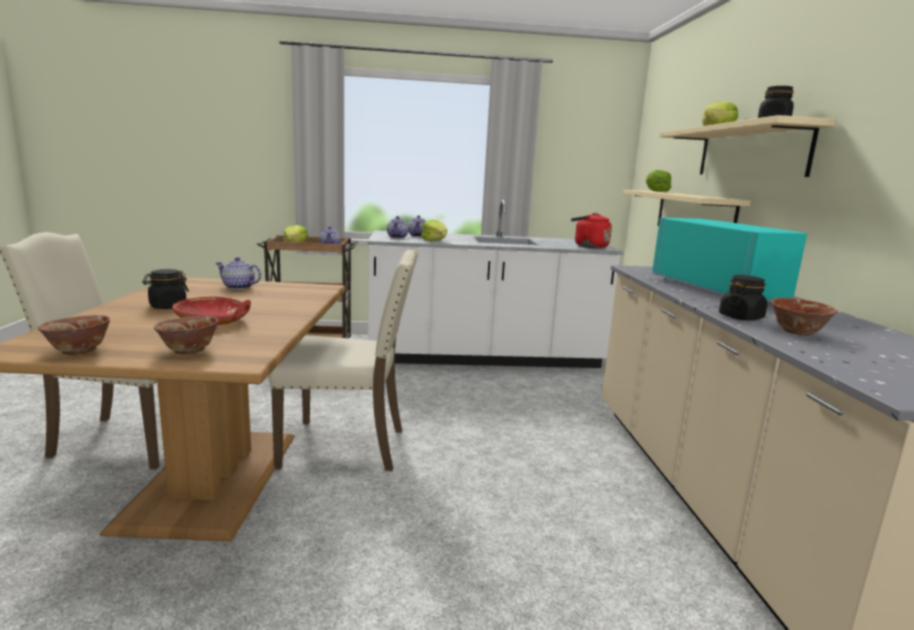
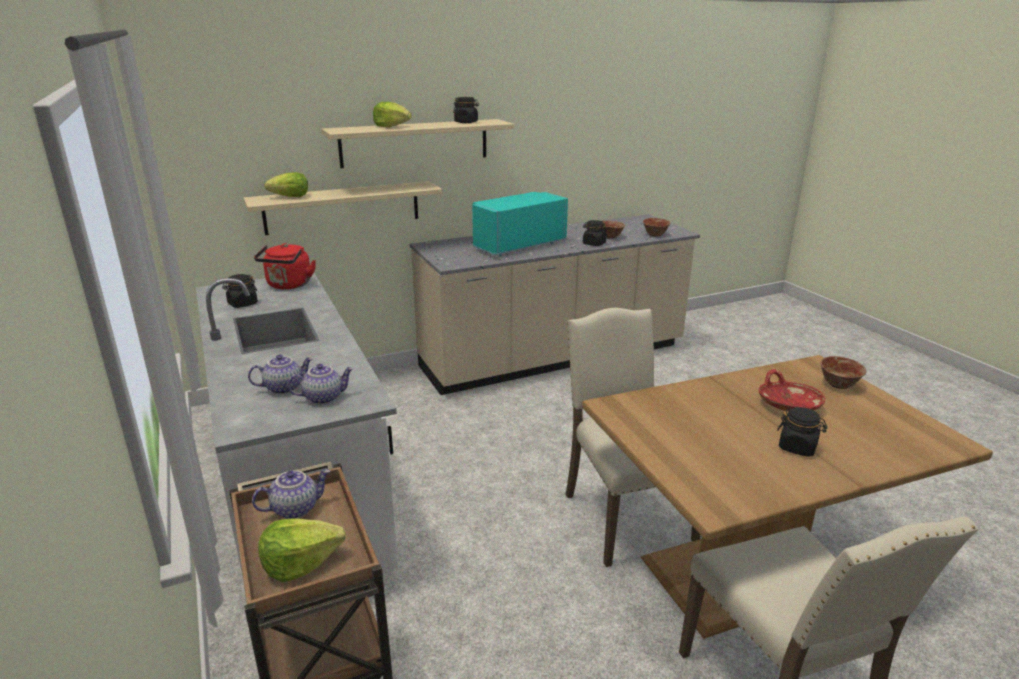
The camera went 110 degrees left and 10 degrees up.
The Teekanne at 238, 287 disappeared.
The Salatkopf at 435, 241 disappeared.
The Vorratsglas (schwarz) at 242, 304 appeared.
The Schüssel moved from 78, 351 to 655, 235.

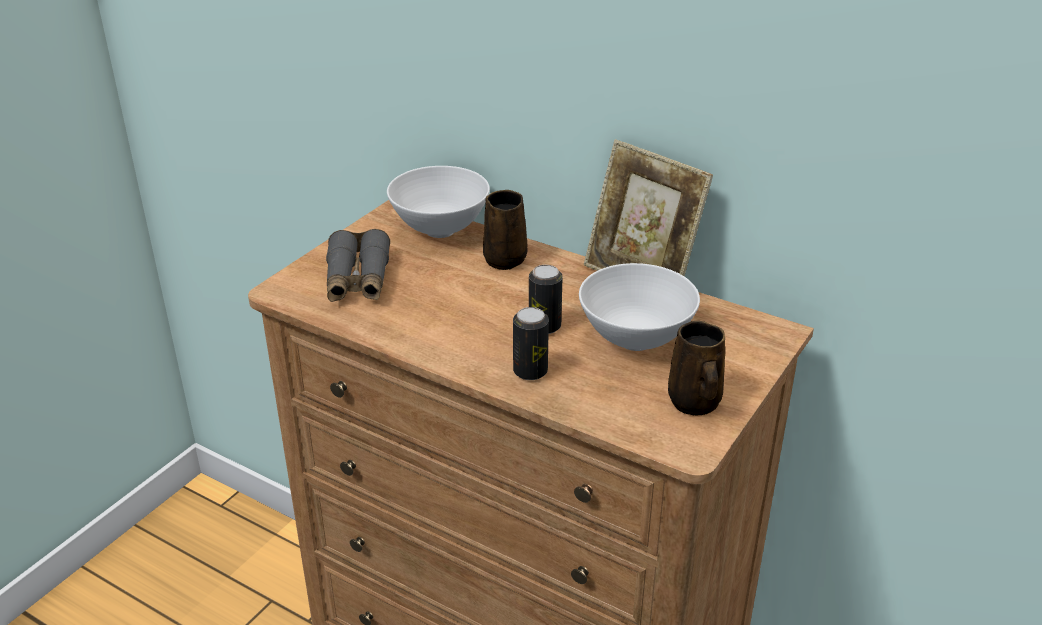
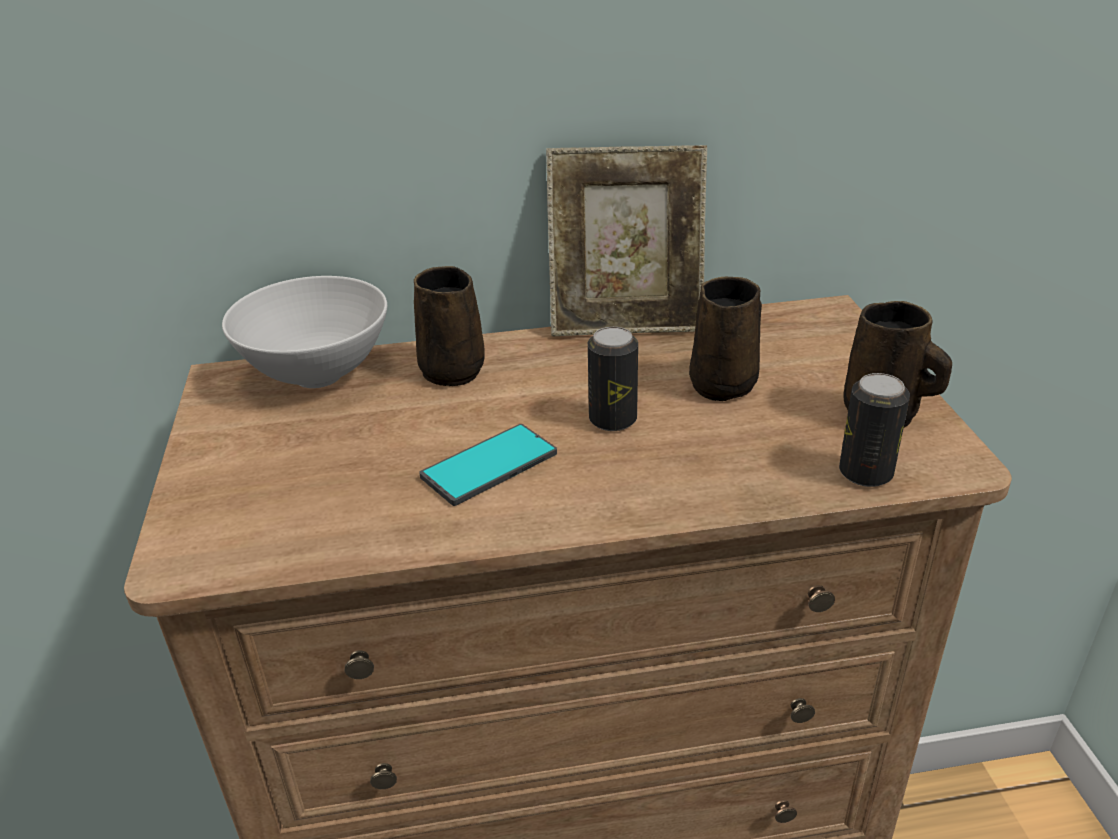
The camera went 40 degrees left and 0 degrees up.
The Fernglas (grau) at 357, 280 disappeared.
The Handy at 489, 465 appeared.
The Dose moved from 530, 371 to 865, 473.
The Schüssel (weiß) at 636, 340 was replaced by the Henkelbecher (braun) at 725, 384.

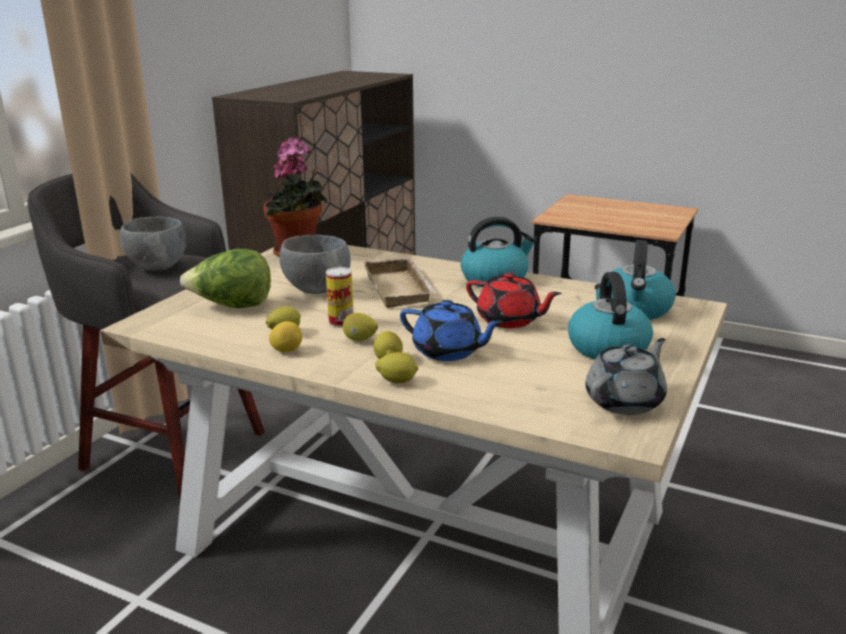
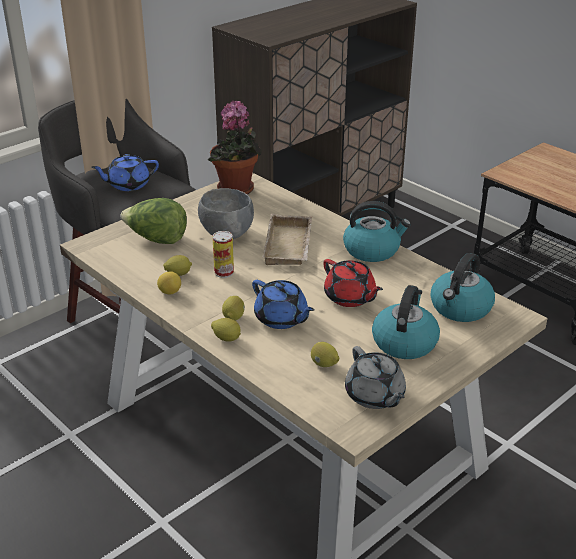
The camera went 20 degrees right and 10 degrees up.
The Zitrone moved from 359, 340 to 324, 364.
The Schüssel (grau) at 157, 267 was replaced by the Teekanne (blau) at 128, 185.
The Teekanne (grau) at 625, 401 turned 90 degrees clockwise.

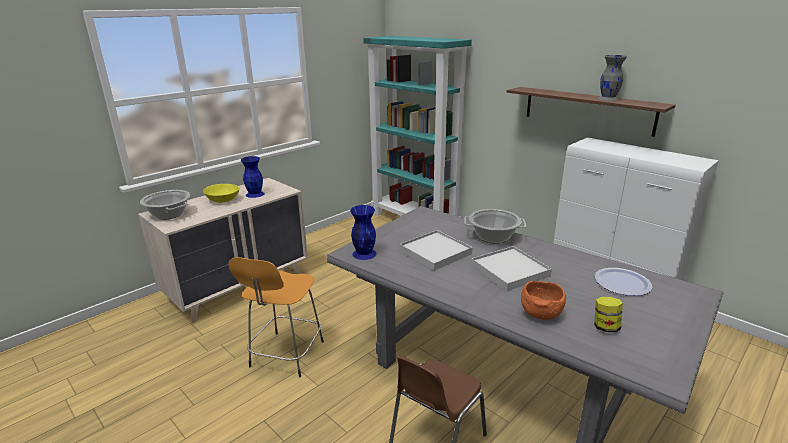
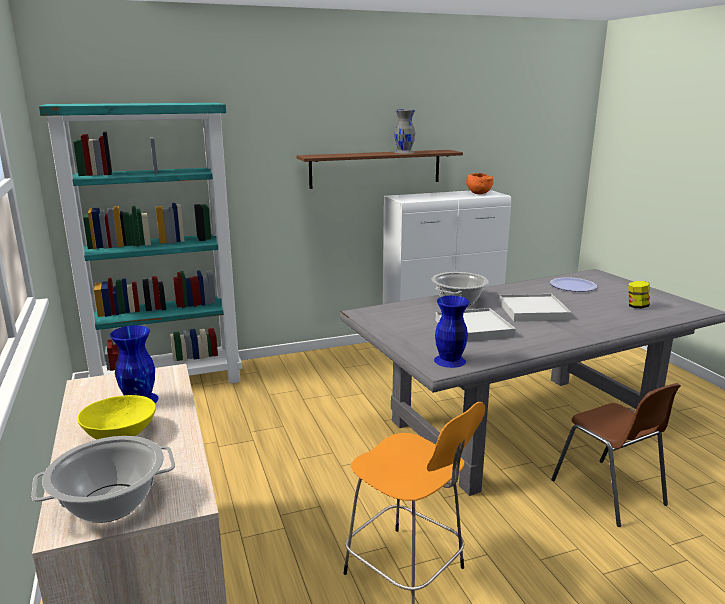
The camera went 65 degrees left and 5 degrees down.
The Schüssel (orange) moved from 540, 314 to 478, 193.

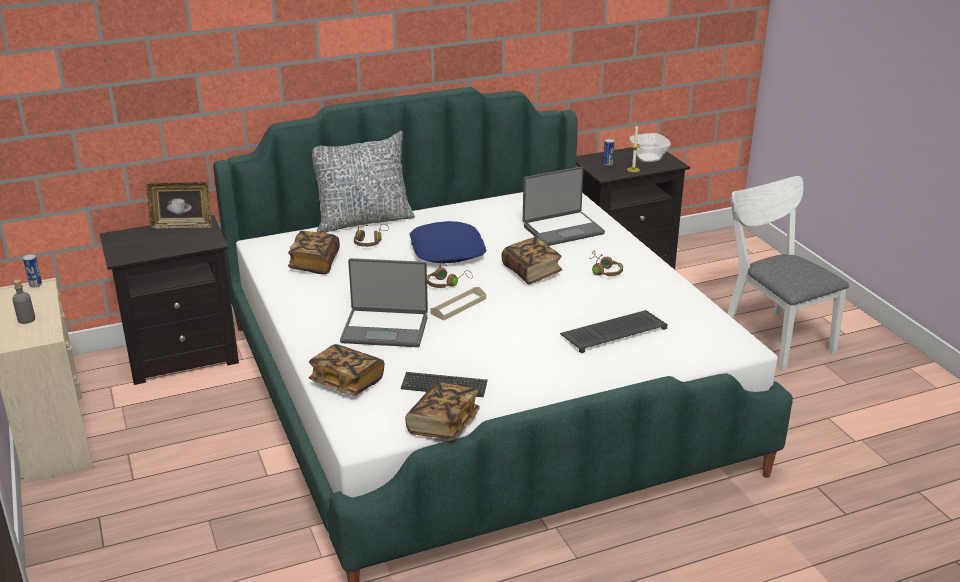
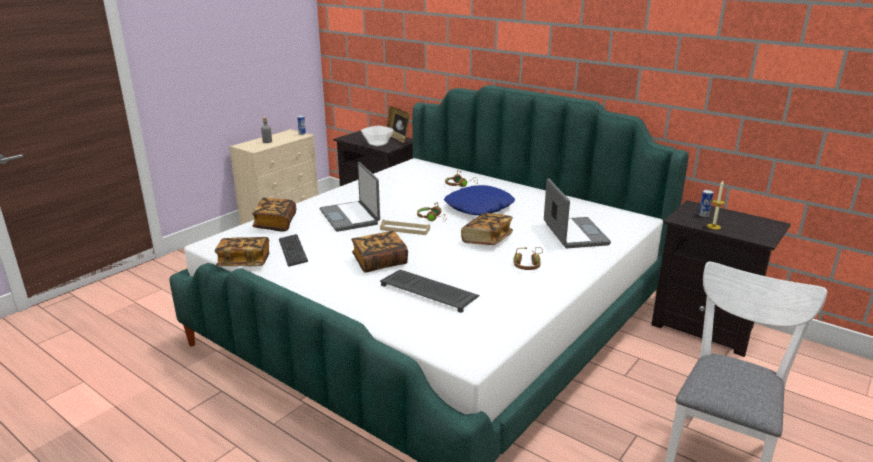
The camera went 60 degrees right and 5 degrees down.
The Kissen at 363, 220 disappeared.
The Buch moved from 315, 263 to 380, 262.
The Schüssel moved from 649, 158 to 377, 144.
The Laptop at 562, 229 turned 135 degrees counterclockwise.

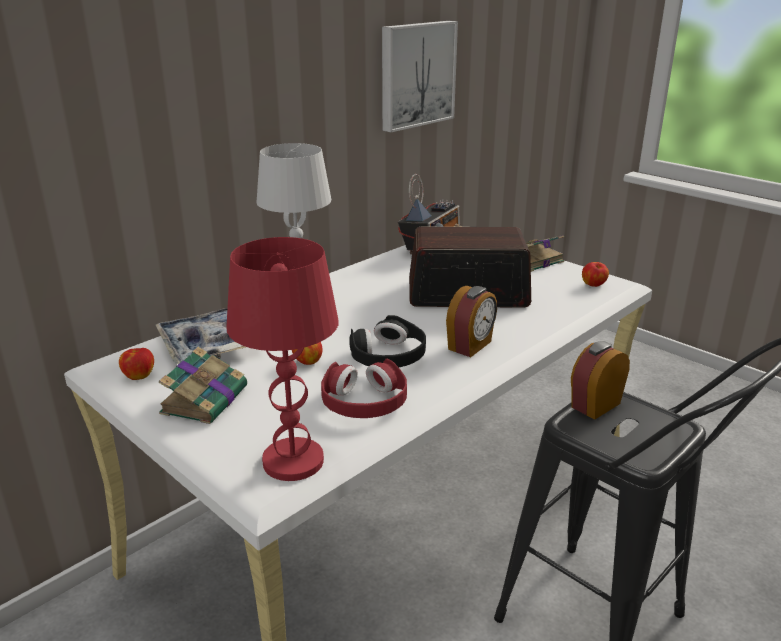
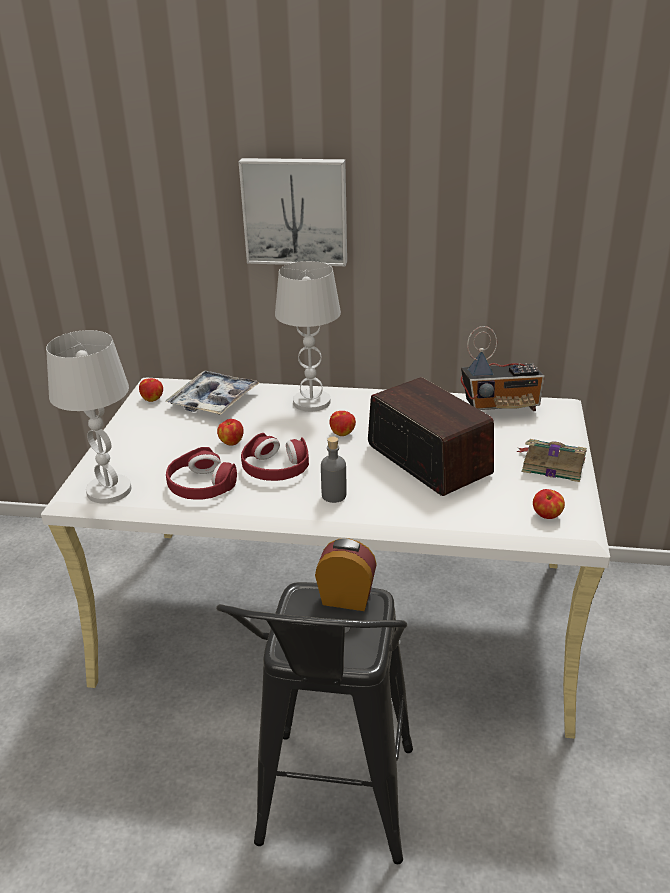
The camera went 55 degrees right and 5 degrees up.
The Buch at 206, 399 disappeared.
The Apfel at 342, 433 appeared.
The Bild moved from 416, 74 to 295, 211.
The Wecker at 470, 346 was replaced by the Flasche (grau) at 334, 495.
The Tischlampe (rot) at 293, 461 became the Tischlampe (weiß) at 108, 490.
The Kopfhörer (schwarz) at 388, 356 became the Kopfhörer (rot) at 275, 468.

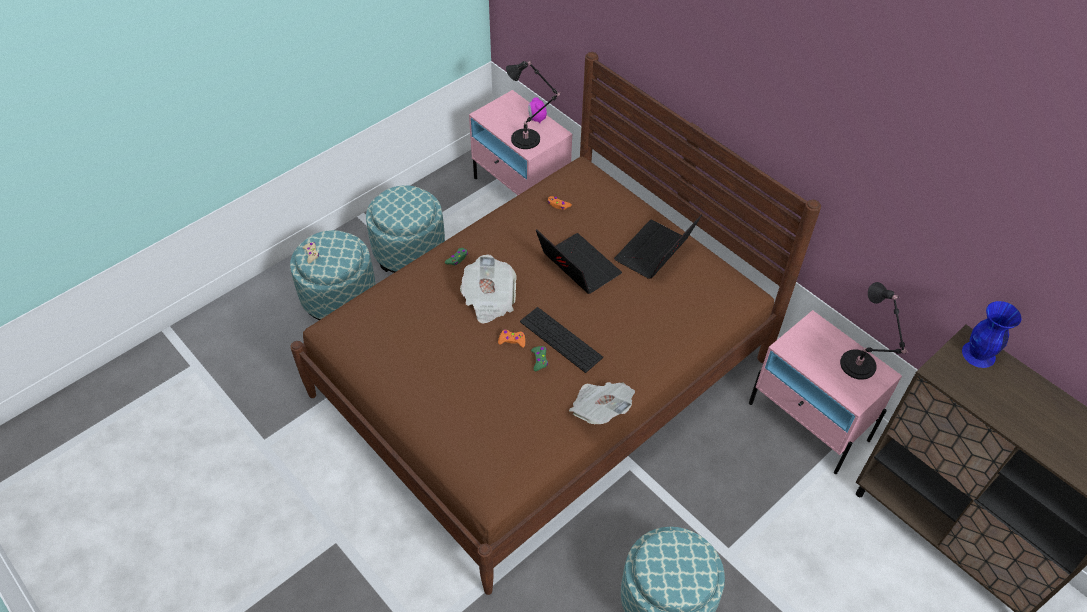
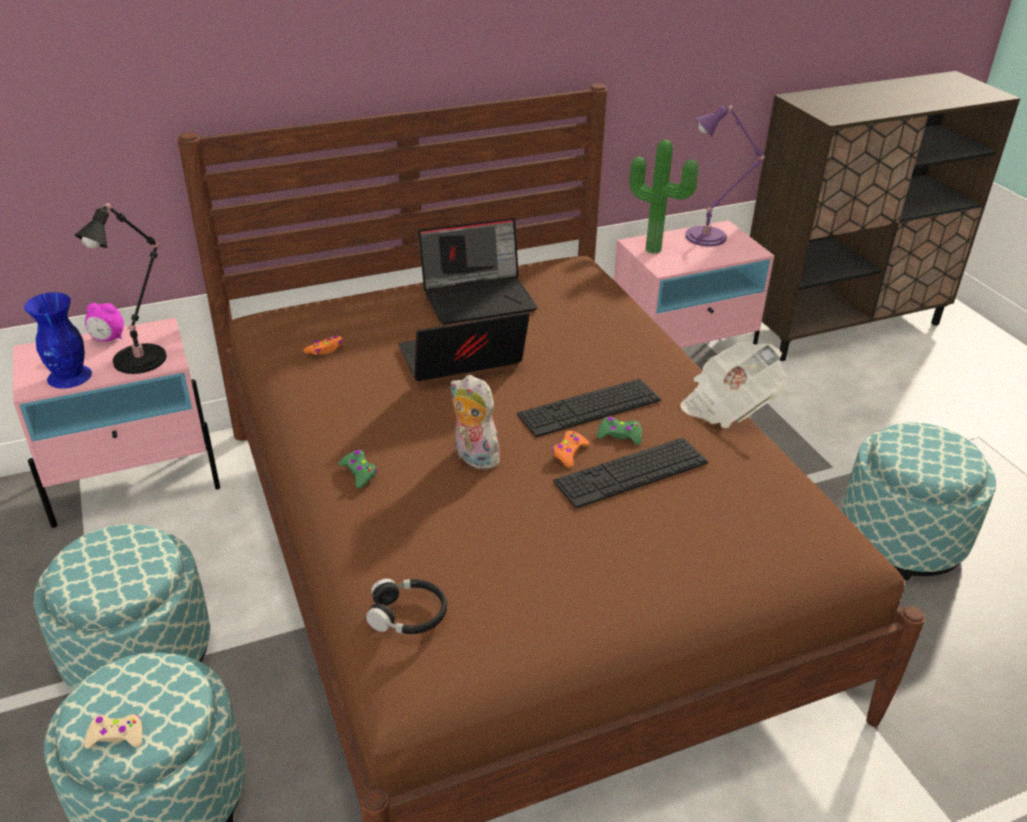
The camera went 70 degrees left and 15 degrees down.
The Kopfhörer (schwarz) at 408, 615 appeared.
The Tastatur at 631, 472 appeared.
The Topfpflanze at 654, 248 appeared.
The Vase (blau) moved from 978, 354 to 69, 376.
The Zeitung at 489, 300 was replaced by the Plüschtier at 473, 457.
The Tischlampe (schwarz) at 859, 367 became the Tischlampe (lila) at 709, 237.
The Laptop at 655, 254 turned 75 degrees counterclockwise.

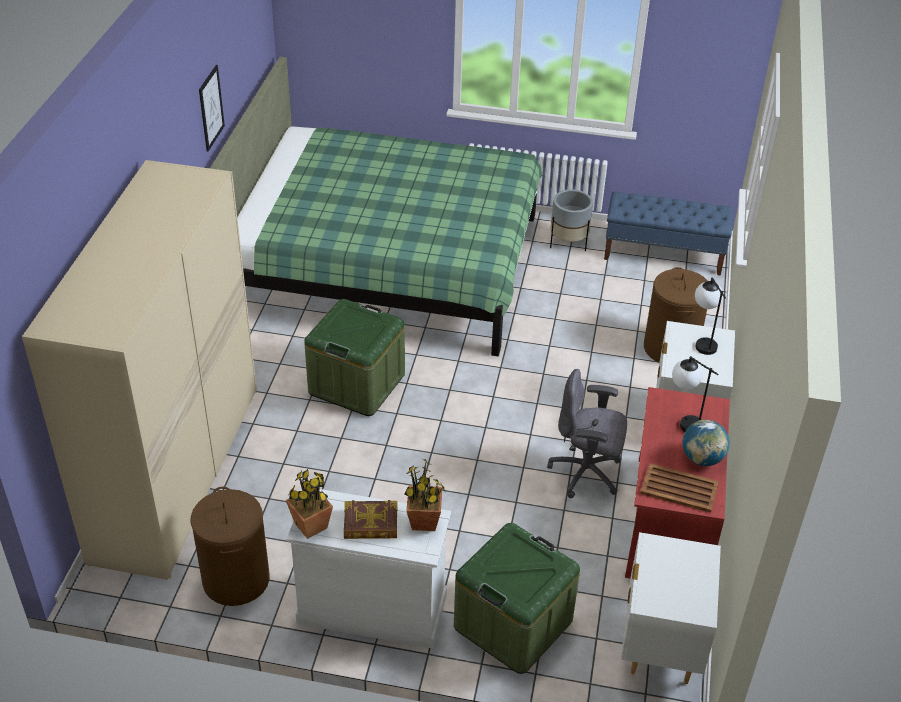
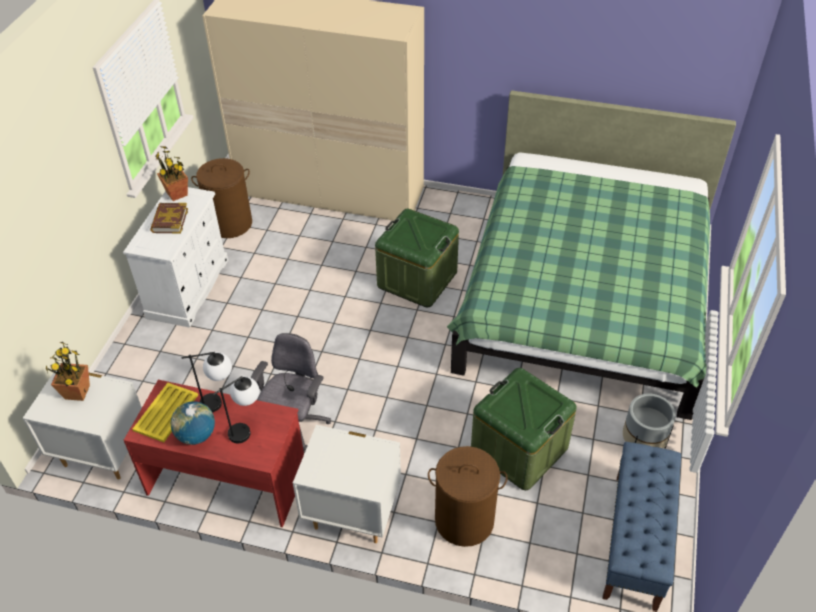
The camera went 95 degrees right and 5 degrees up.
The Bild at 211, 108 disappeared.
The Topfpflanze moved from 424, 521 to 77, 392.
The Aufbewahrungsbox (grün) moved from 513, 624 to 519, 449.
The Tischlampe moved from 702, 341 to 220, 402.
The Tablett (braun) at 680, 489 became the Tablett (gelb) at 165, 413.

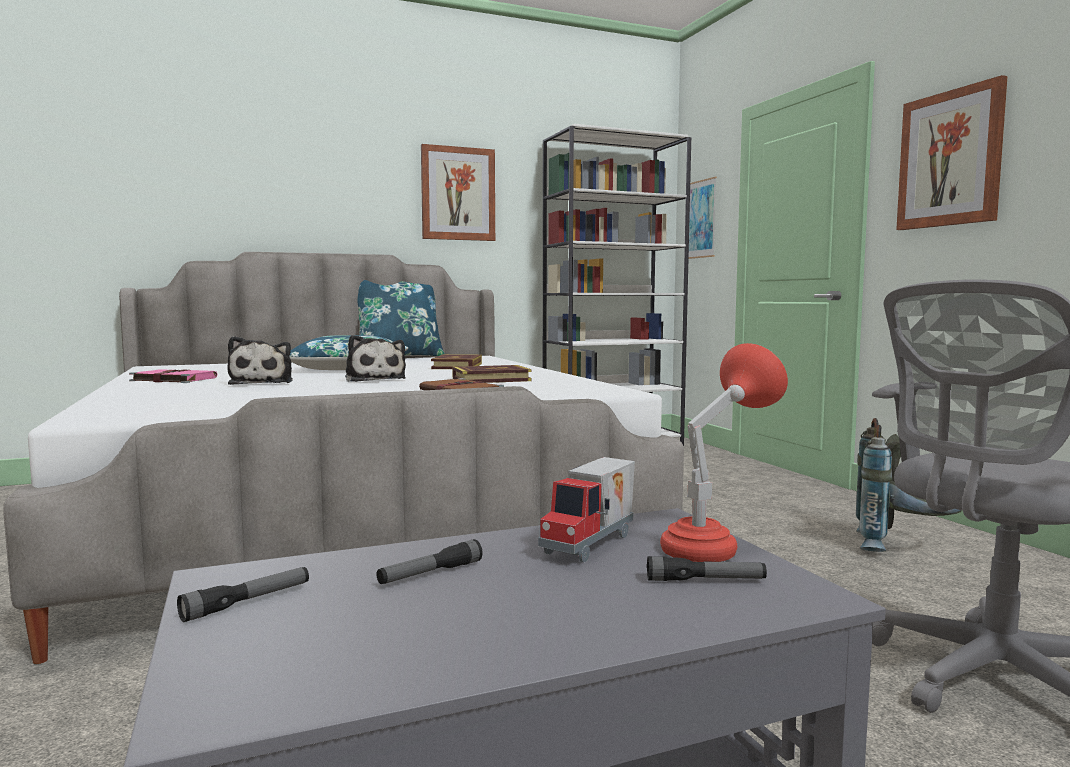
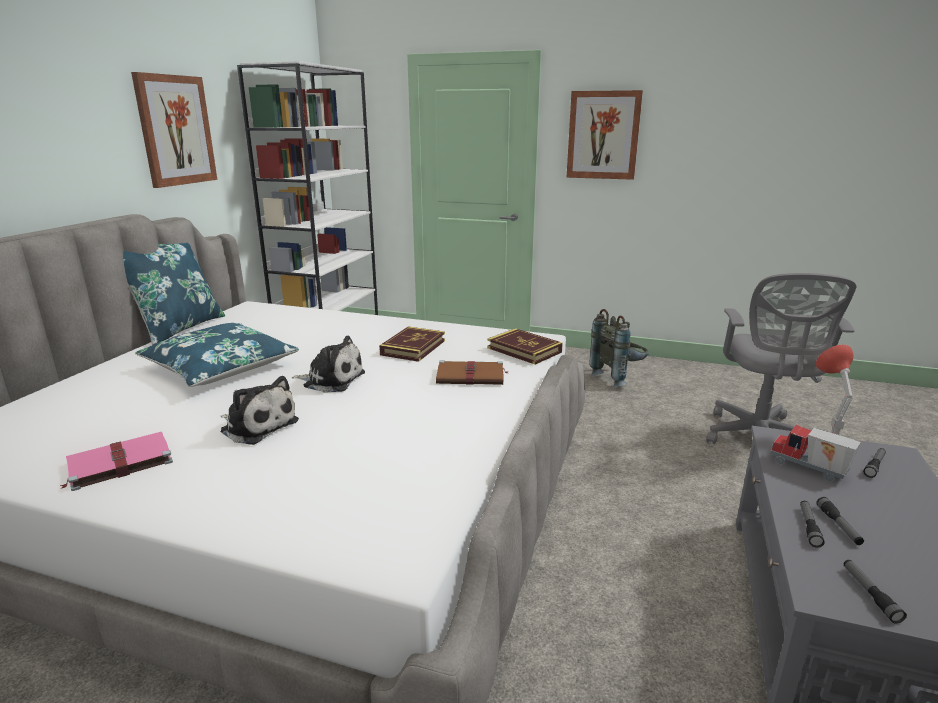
The camera went 50 degrees left and 15 degrees up.
The Bild at 700, 219 disappeared.
The Taschenlampe at 809, 527 appeared.
The Buch moved from 457, 366 to 524, 350.
The Spielzeuglaster at 592, 545 turned 150 degrees clockwise.

